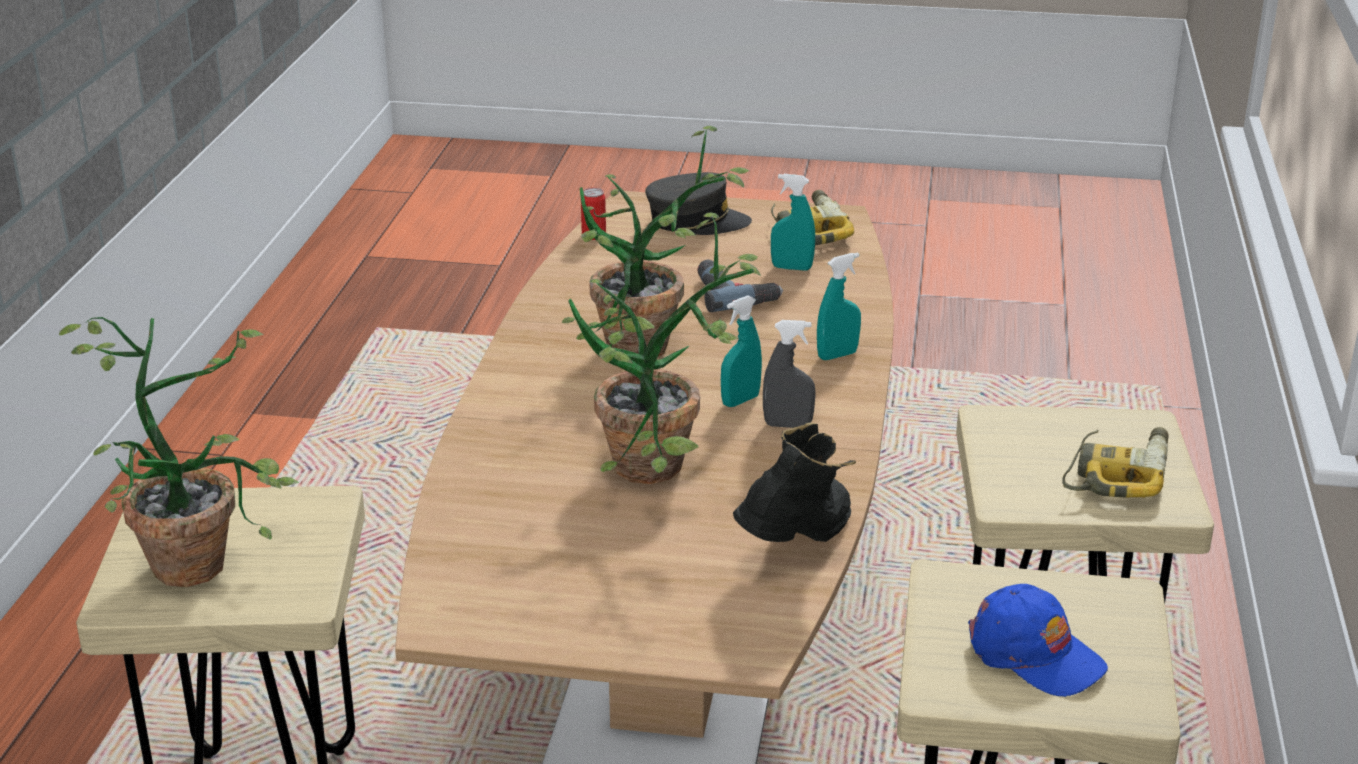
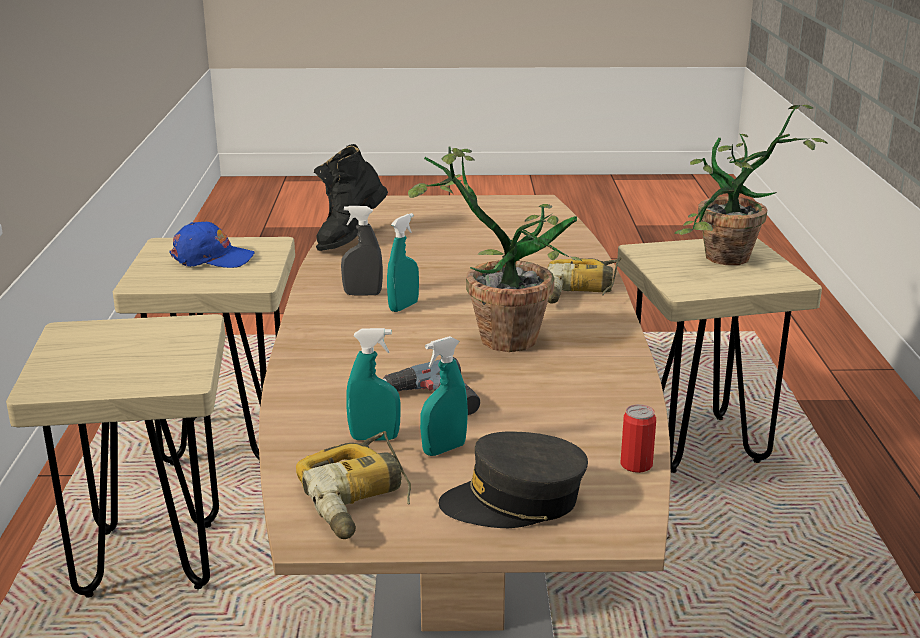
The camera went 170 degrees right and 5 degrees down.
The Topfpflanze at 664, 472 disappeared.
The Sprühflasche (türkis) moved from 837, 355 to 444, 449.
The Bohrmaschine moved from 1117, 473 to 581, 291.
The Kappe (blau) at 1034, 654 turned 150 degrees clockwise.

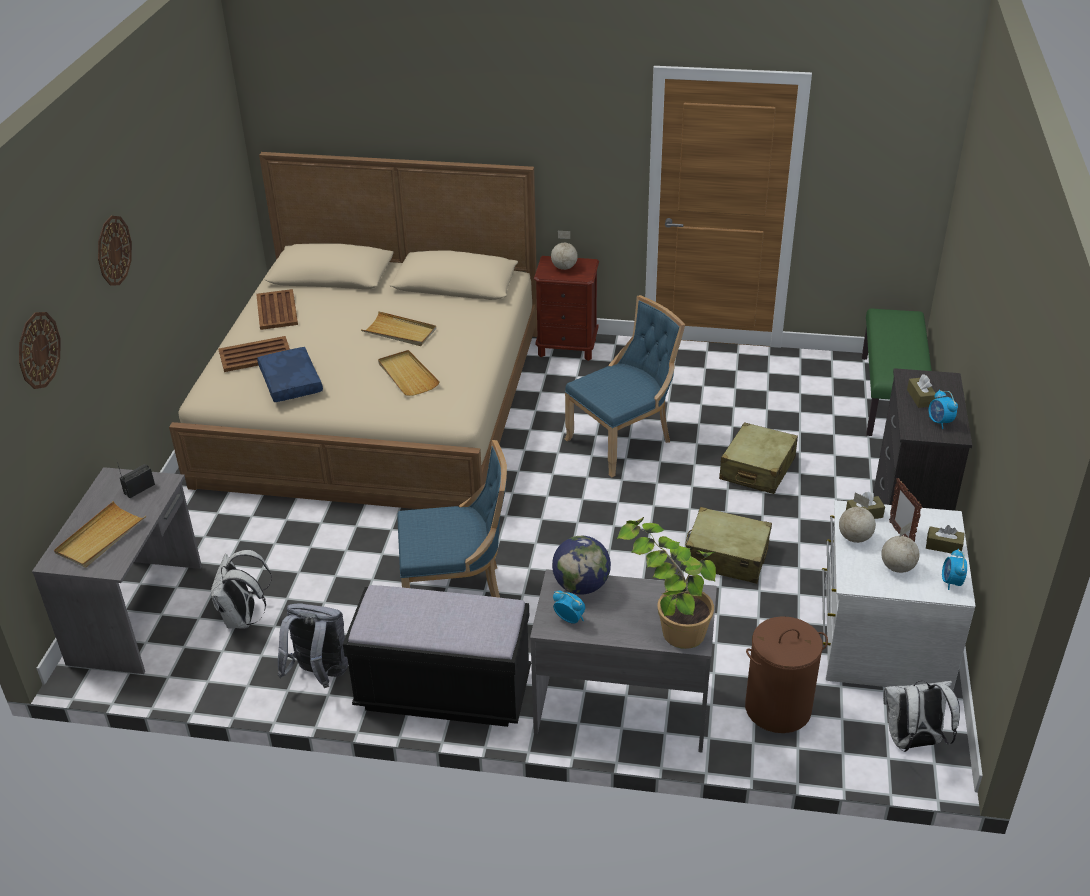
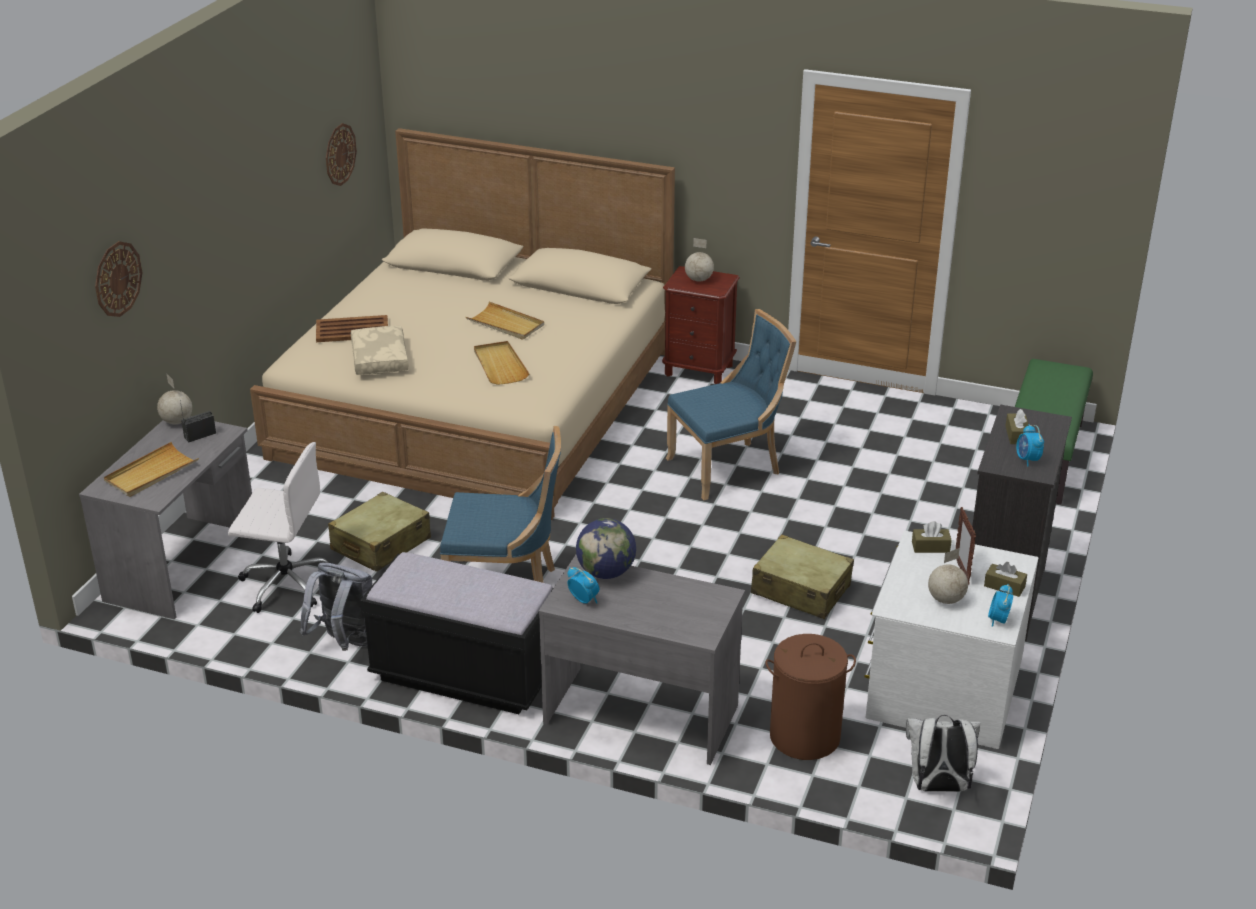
The camera went 10 degrees right and 5 degrees down.
The Tablett (braun) at 277, 310 disappeared.
The Topfpflanze at 669, 620 disappeared.
The Wanduhr moved from 113, 250 to 340, 154.
The Koffer (beige) moved from 757, 469 to 380, 545.
The Globus moved from 855, 538 to 177, 422.
The Rucksack (weiß) at 243, 619 was replaced by the Bürostuhl (weiß) at 285, 583.
The Kissen (blau) at 289, 382 became the Kissen (beige) at 378, 359.

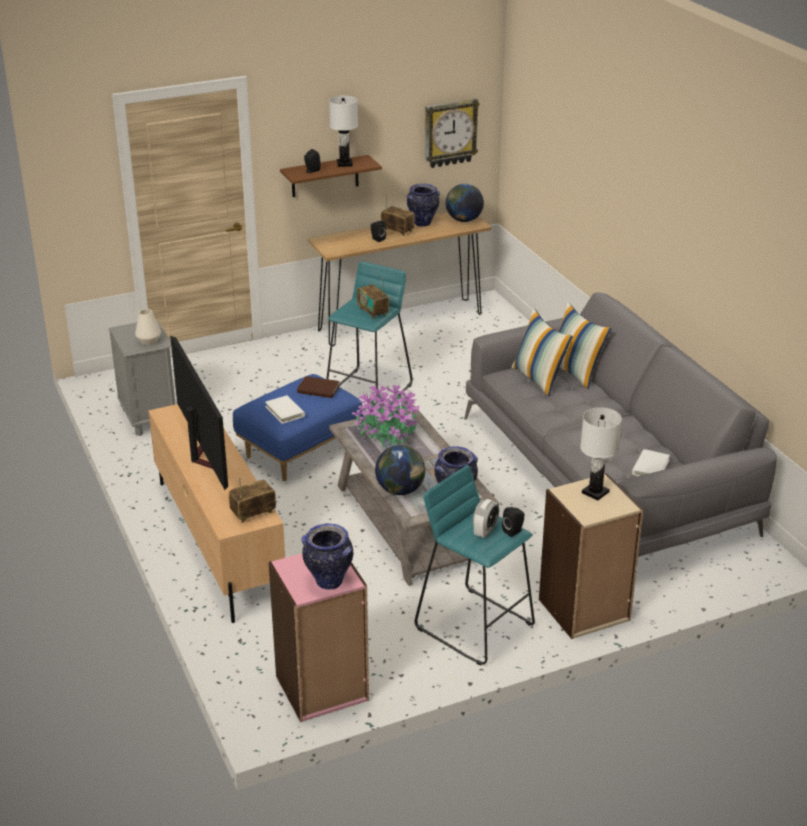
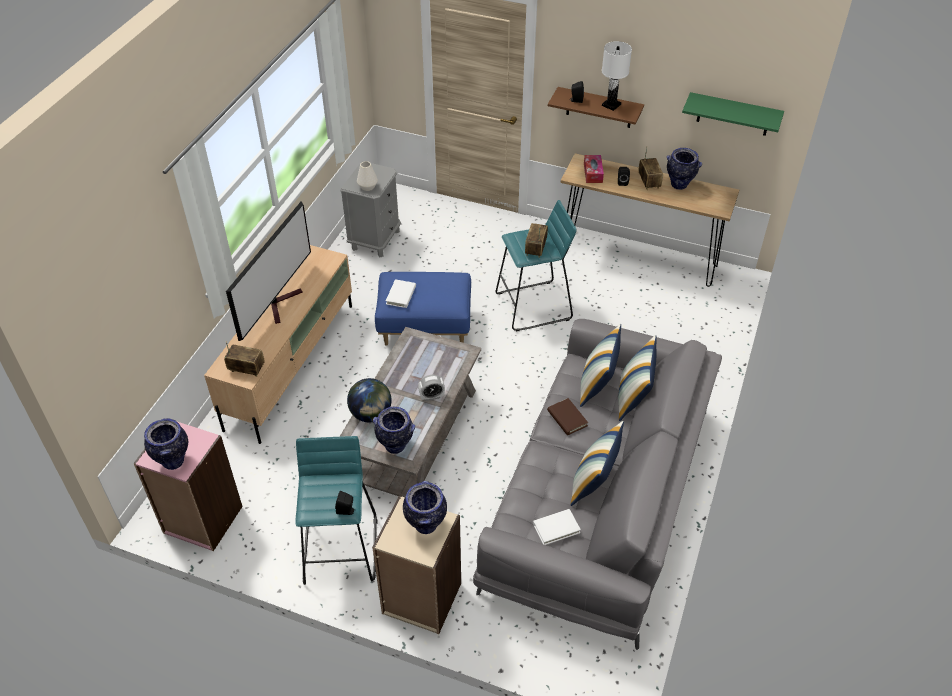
The camera went 45 degrees right and 15 degrees up.
The Topfpflanze at 387, 434 disappeared.
The Globus at 463, 220 disappeared.
The Kissen at 593, 483 appeared.
The Taschentuchbox at 593, 173 appeared.
The Buch (braun) moved from 318, 389 to 567, 418.
The Wecker moved from 485, 531 to 432, 396.
The Wanduhr at 450, 133 was replaced by the Wandregal (grün) at 733, 114.
The Tischlampe (weiß) at 595, 492 was replaced by the Vase at 426, 525.

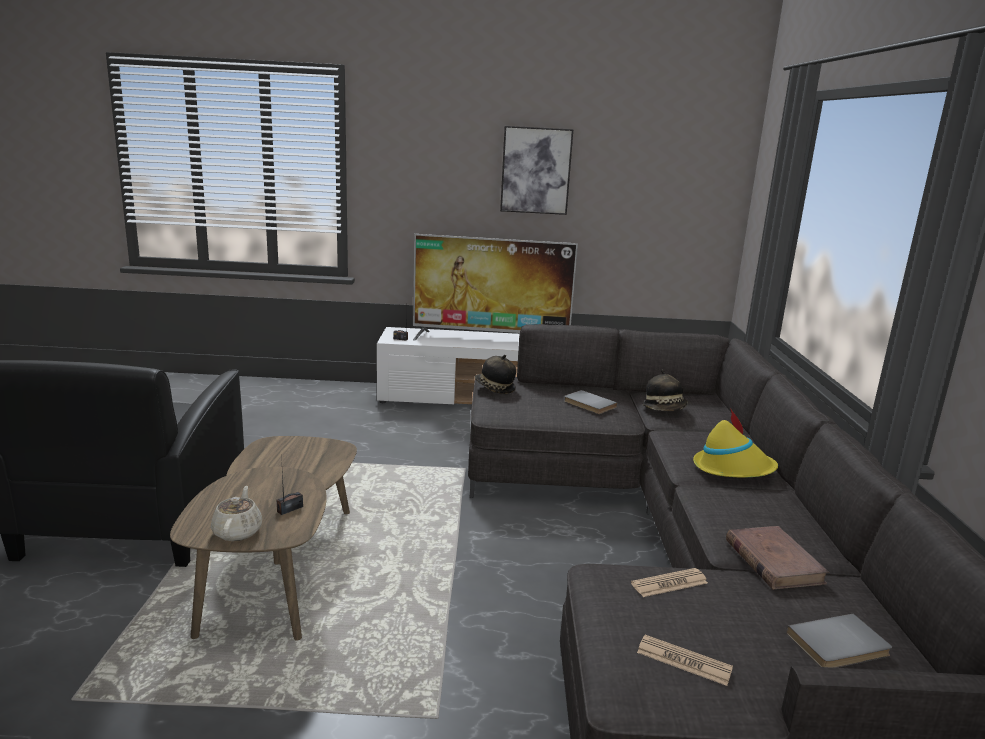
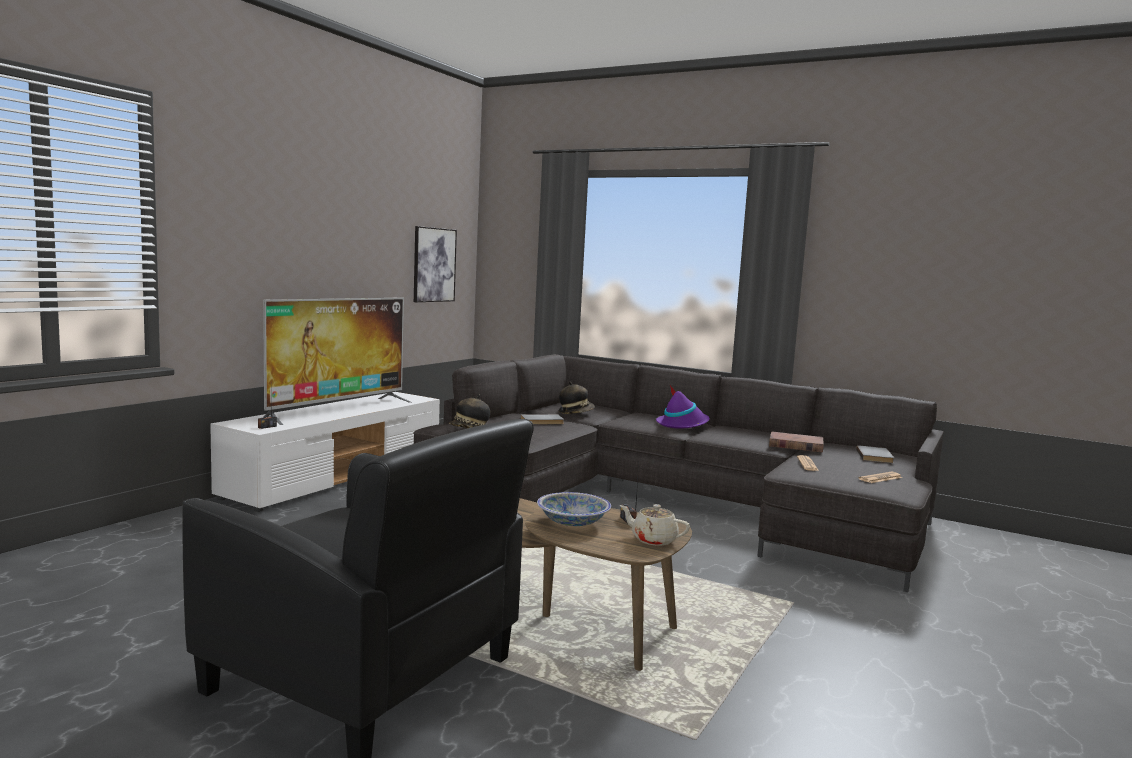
The camera went 60 degrees left and 10 degrees down.
The Schüssel at 572, 522 appeared.
The Bild moved from 536, 170 to 434, 265.
The Hut (gelb) at 733, 468 became the Hut (lila) at 682, 424.

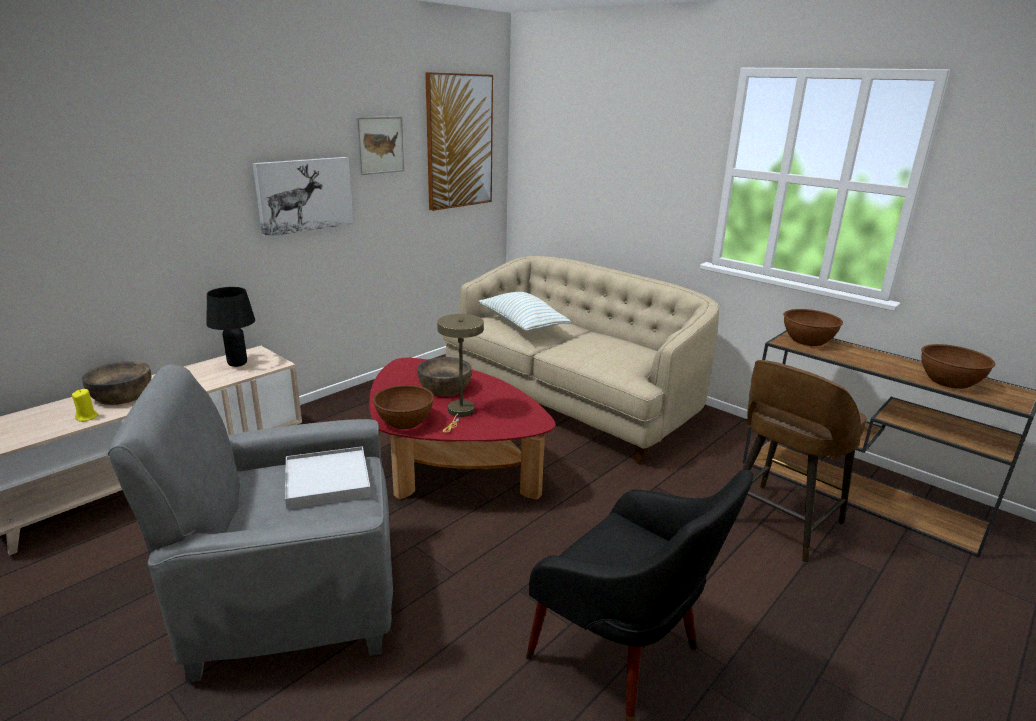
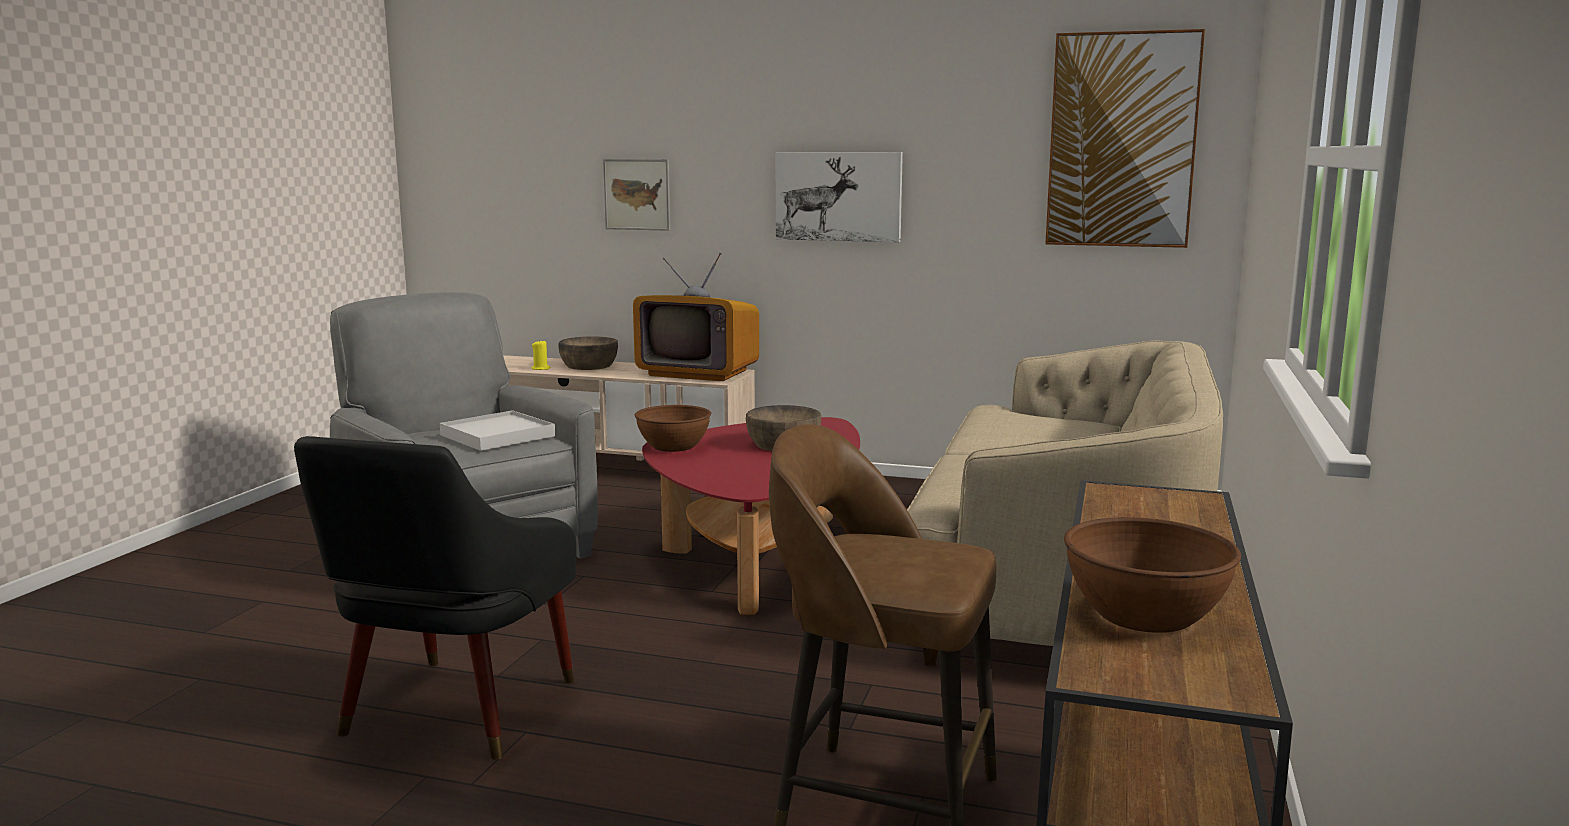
The camera went 65 degrees right and 10 degrees down.
The Tischlampe (beige) at 460, 413 disappeared.
The Kissen at 522, 324 disappeared.
The Schüssel (braun) at 808, 341 disappeared.
The Bild moved from 380, 145 to 637, 194.
The Tischlampe (schwarz) at 237, 363 was replaced by the Fernseher at 698, 373.

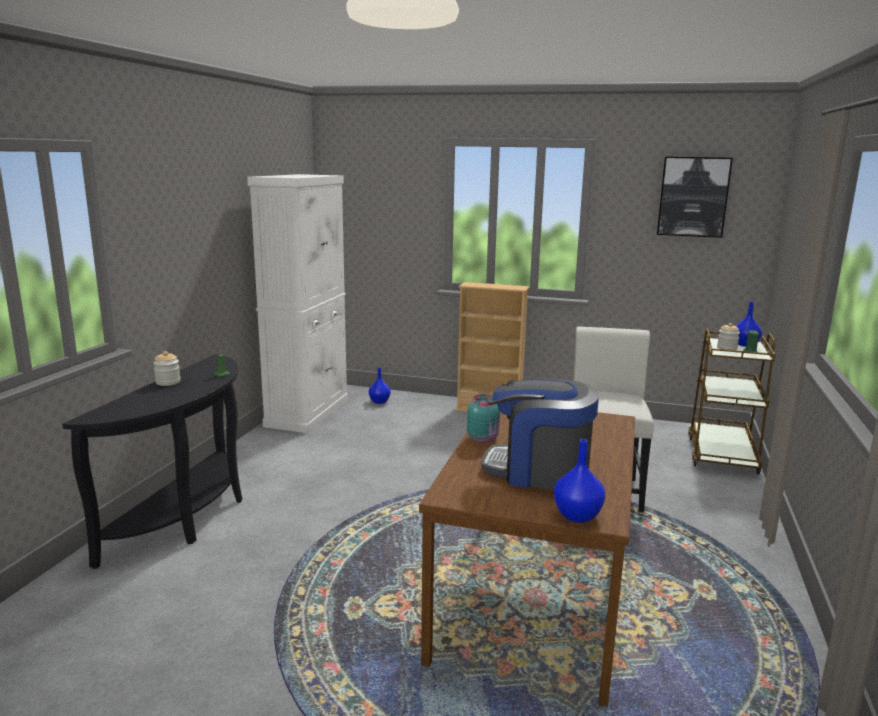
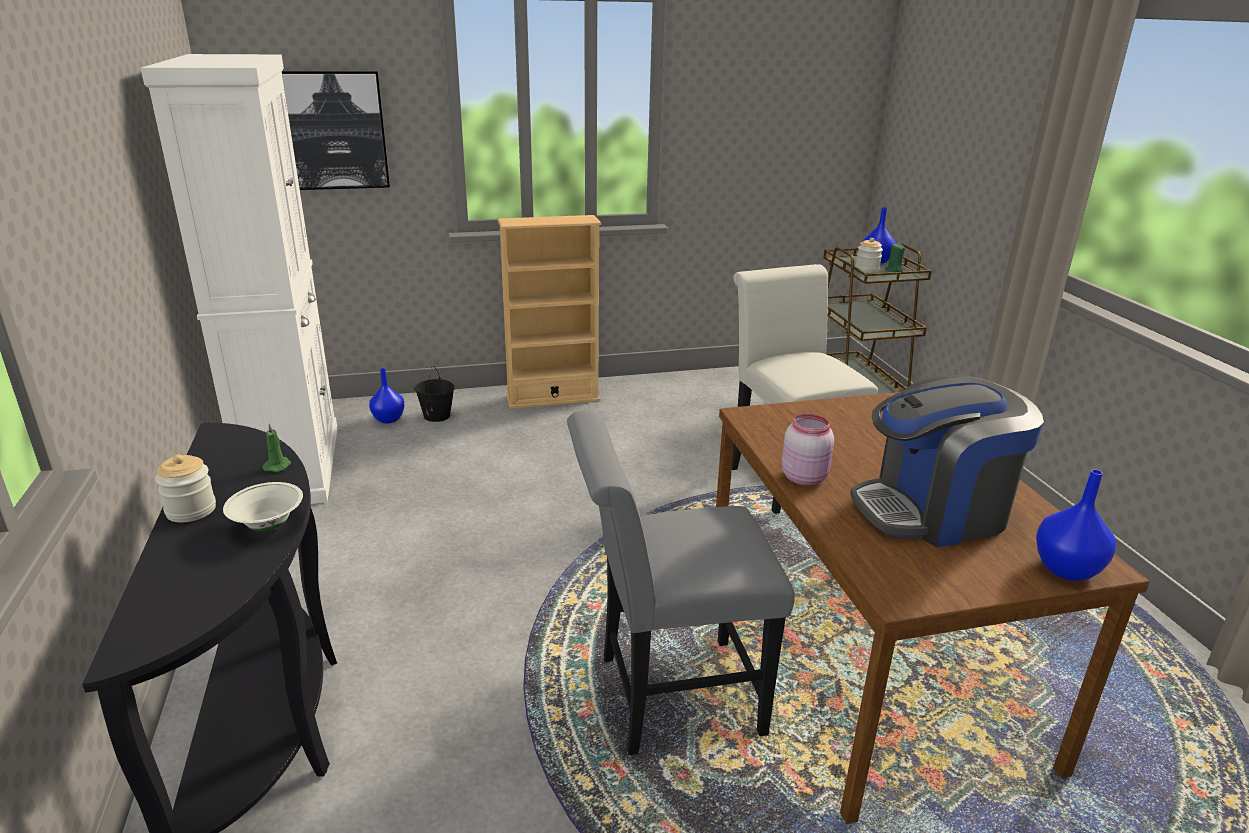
The camera went 30 degrees left and 10 degrees up.
The Schüssel (weiß) at 268, 525 appeared.
The Eimer (schwarz) at 436, 416 appeared.
The Stuhl (grau) at 667, 696 appeared.
The Bild moved from 693, 197 to 337, 130.
The Vorratsglas (türkis) at 483, 438 became the Vorratsglas (rosa) at 804, 477.

